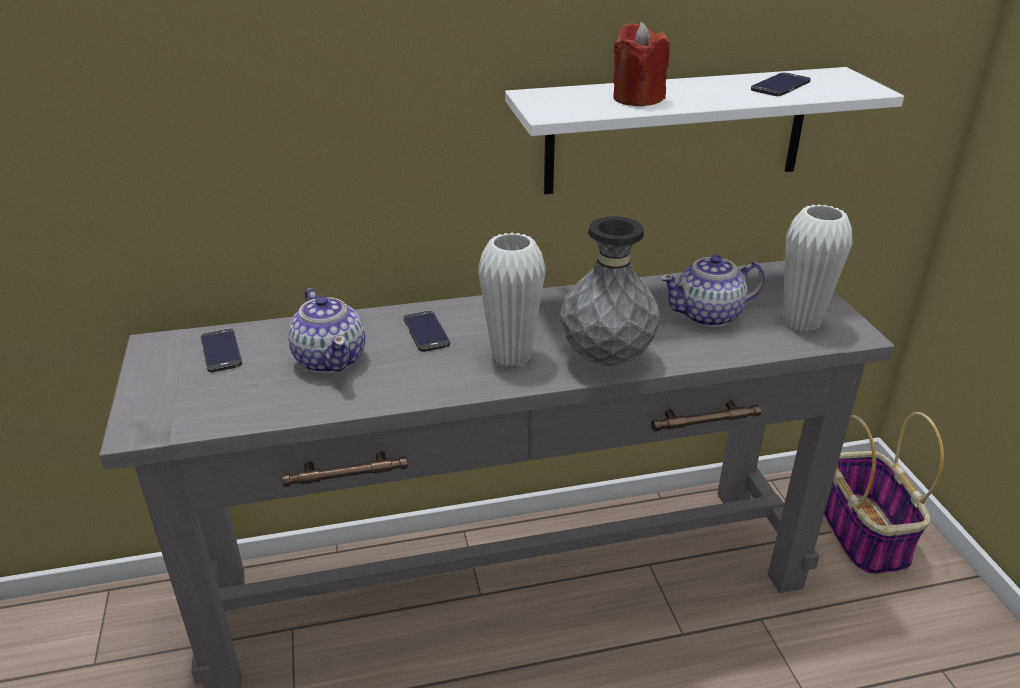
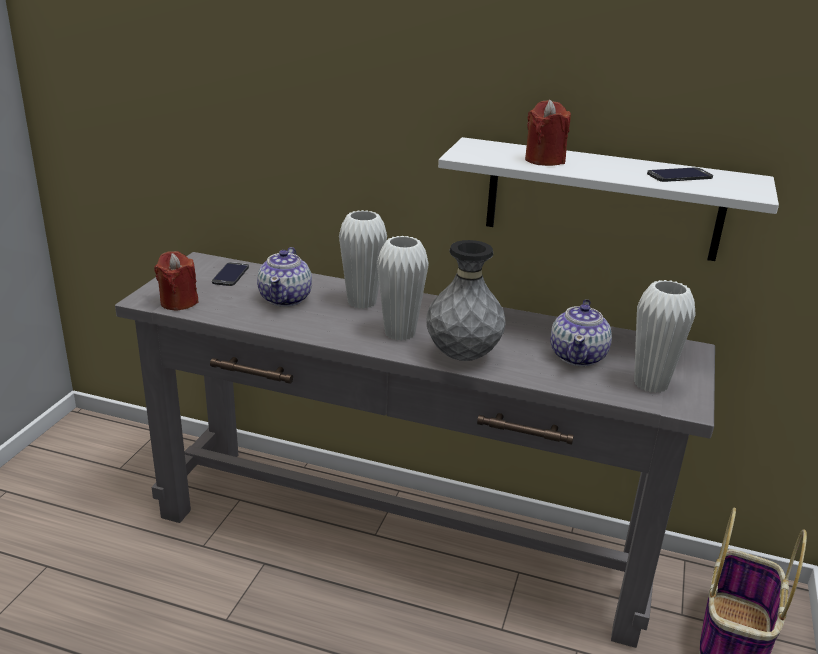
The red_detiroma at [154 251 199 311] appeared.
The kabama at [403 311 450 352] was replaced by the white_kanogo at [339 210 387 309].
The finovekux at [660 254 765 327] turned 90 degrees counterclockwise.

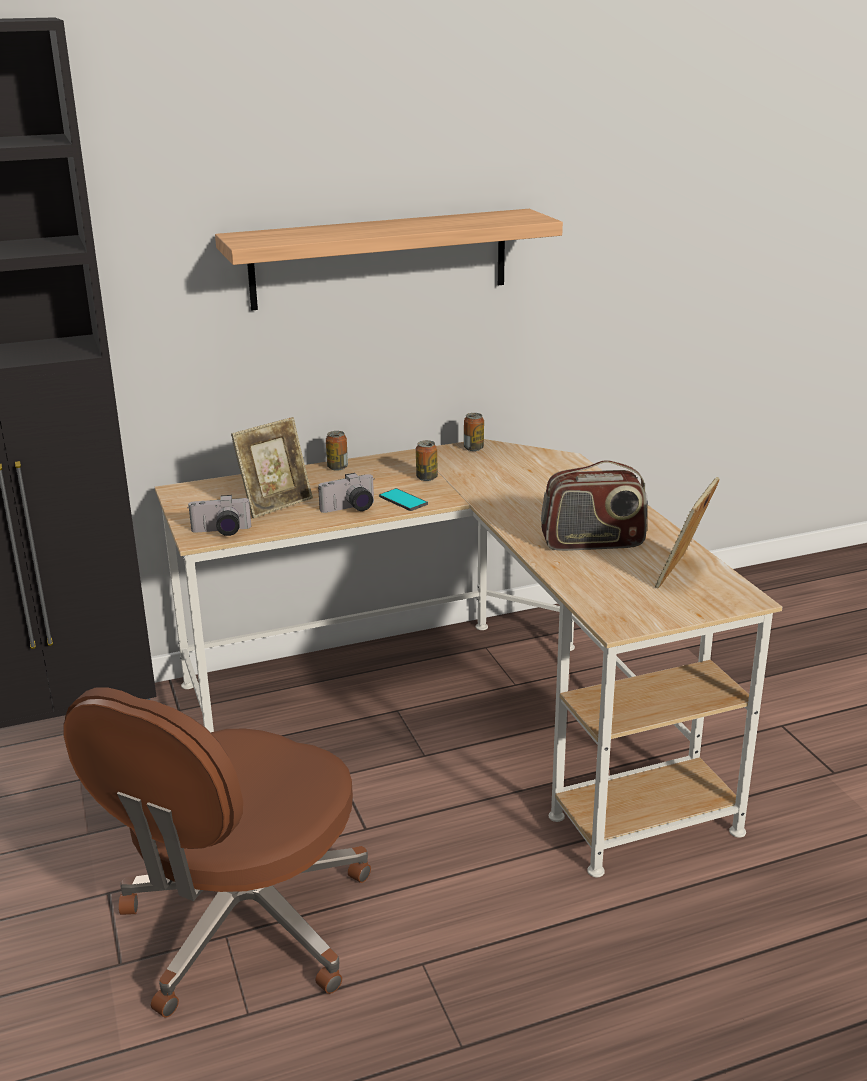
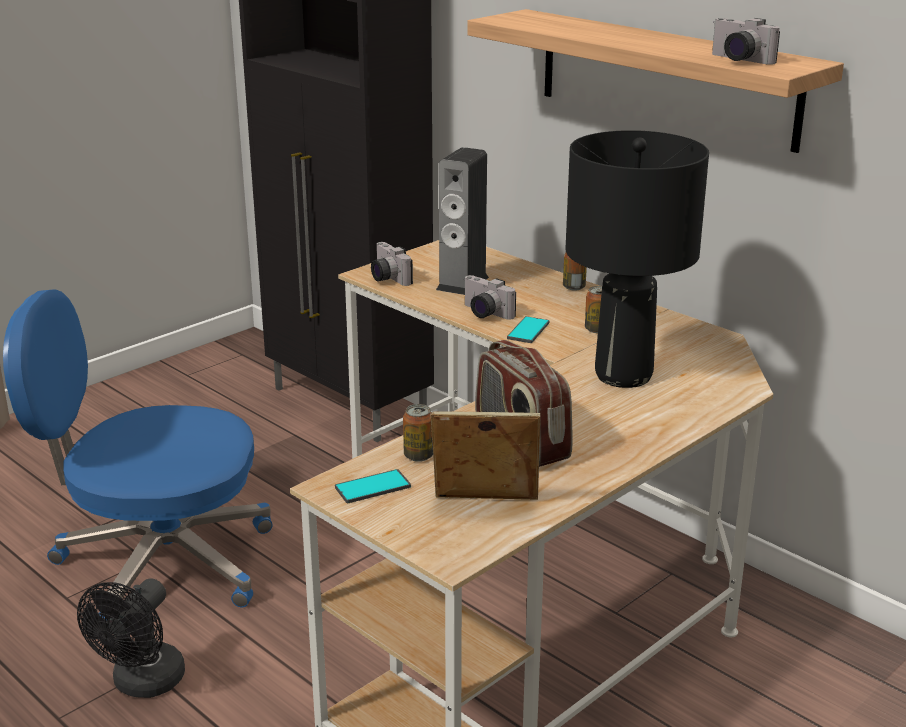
The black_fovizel at [77 578 185 698] appeared.
The kabama at [335 469 411 503] appeared.
The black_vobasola at [565 130 709 388] appeared.
The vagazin at [712 18 780 65] appeared.
The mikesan moved from [464 413 484 451] to [403 404 433 462].
The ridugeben at [231 417 313 518] was replaced by the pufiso at [436 147 489 295].
The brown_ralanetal at [63 687 371 1018] became the blue_ralanetal at [3 289 273 621].

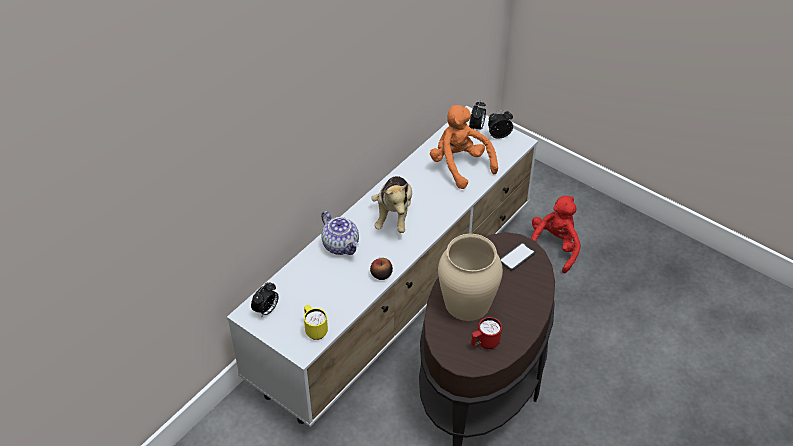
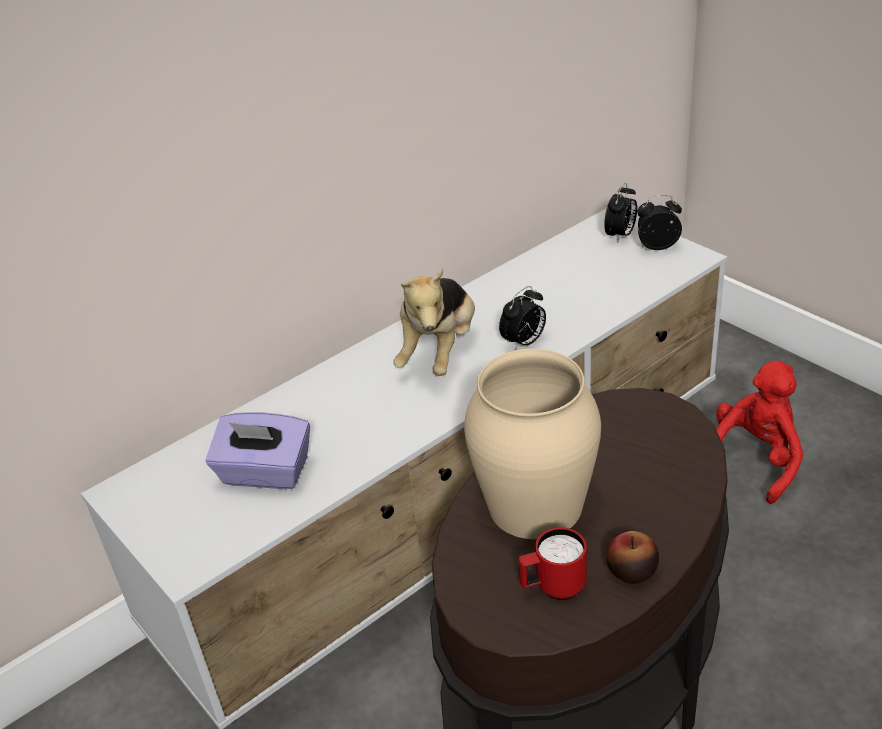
The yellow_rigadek at [304 305 328 340] disappeared.
The finovekux at [321 211 359 255] disappeared.
The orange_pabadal at [430 105 498 189] disappeared.
The kabama at [500 242 535 271] disappeared.
The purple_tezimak at [206 412 310 489] appeared.
The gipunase moved from [251 282 279 316] to [499 286 546 350].
The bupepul moved from [370 258 393 280] to [606 531 659 584].

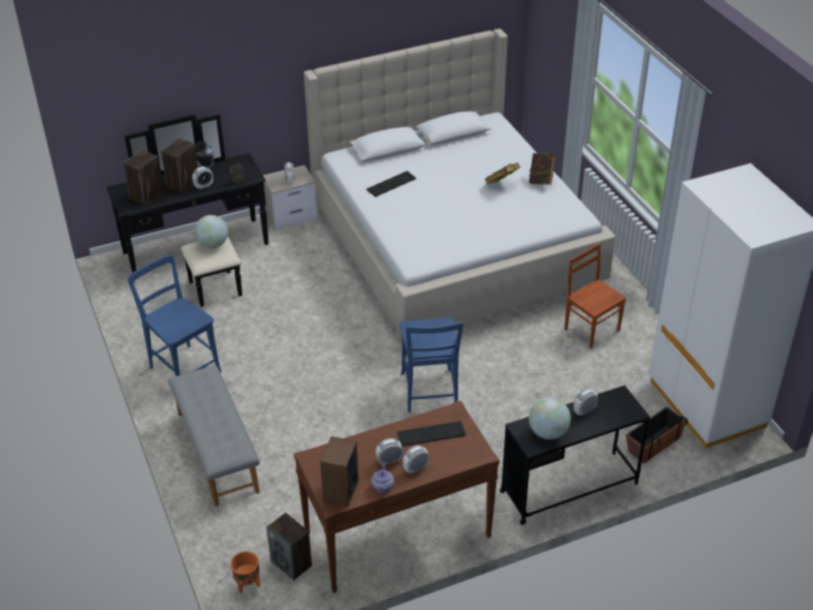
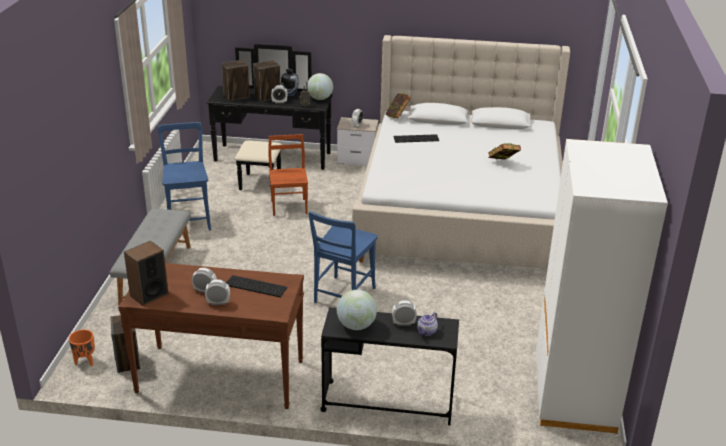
The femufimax at [626 407 688 463] disappeared.
The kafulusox moved from [194 215 228 248] to [307 73 333 100].
The finovekux moved from [371 464 394 494] to [417 312 438 336].
The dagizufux moved from [529 152 555 185] to [385 93 411 118].
The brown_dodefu moved from [565 243 626 349] to [268 134 308 216].

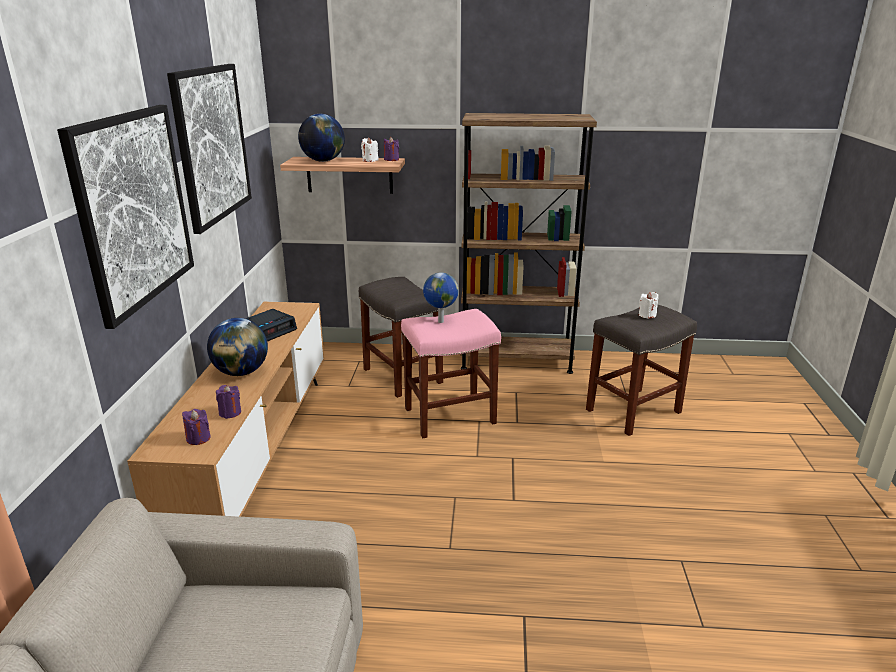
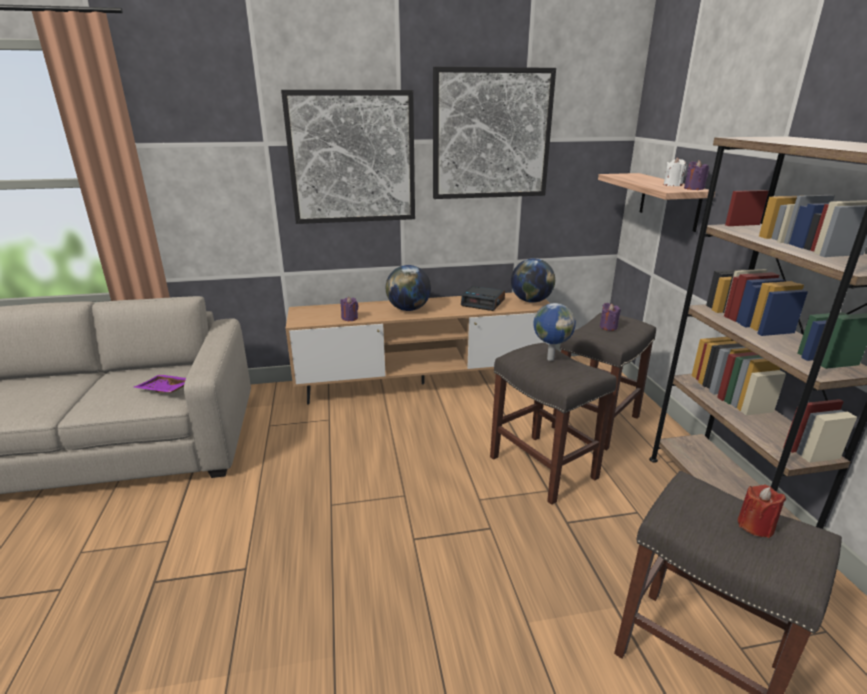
The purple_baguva at [134 375 186 393] appeared.
The purple_detiroma moved from [182 409 211 445] to [600 303 620 331].
The kafulusox moved from [298 114 345 162] to [511 258 555 303].
The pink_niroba at [401 309 501 438] became the grey_niroba at [490 343 617 505].
The white_detiroma at [639 292 658 319] became the red_detiroma at [738 485 786 538].

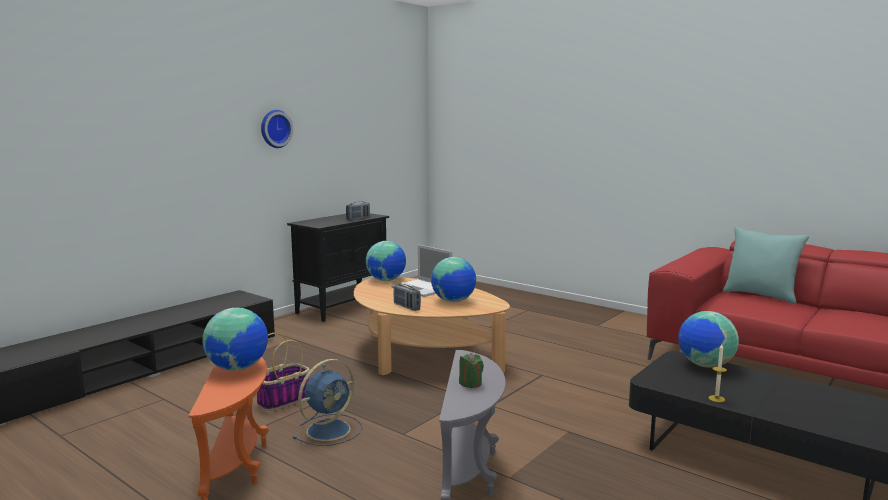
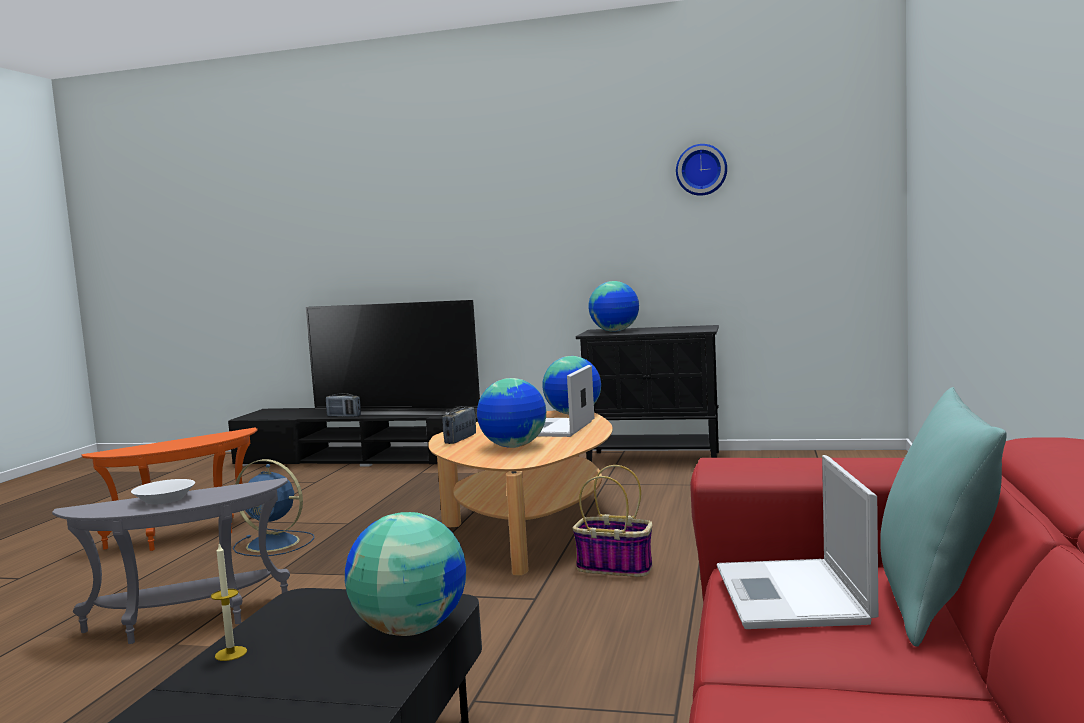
The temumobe at [306 300 480 415] appeared.
The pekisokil at [717 455 879 629] appeared.
The kafulusox moved from [203 308 268 371] to [588 281 639 332].
The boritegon moved from [257 333 310 411] to [573 465 652 577].
The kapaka moved from [261 110 293 148] to [676 144 727 196].
The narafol moved from [346 201 370 220] to [326 393 361 417].
The green_detiroma at [459 353 484 388] was replaced by the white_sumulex at [131 479 195 505].

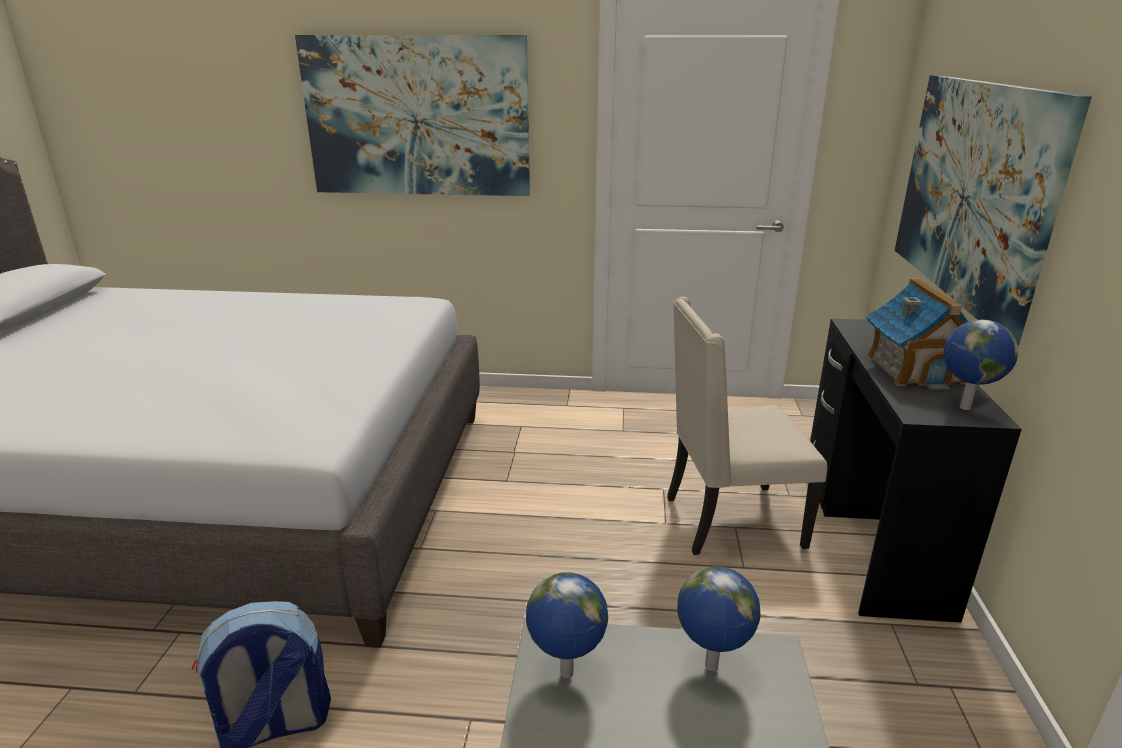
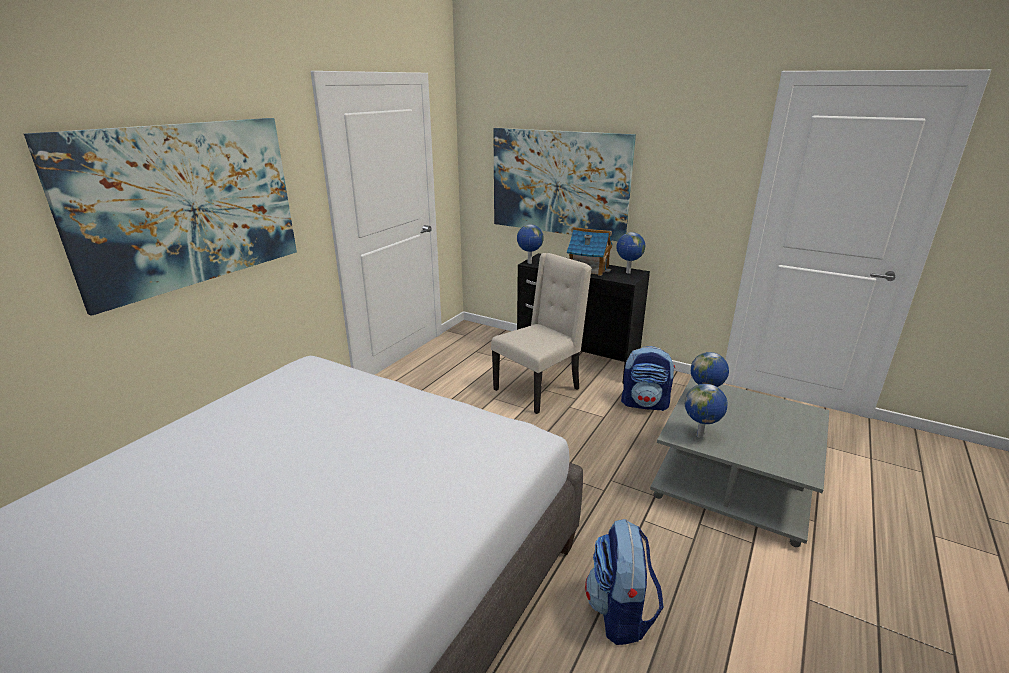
The kafulusox at [517 224 544 264] appeared.
The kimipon at [621 346 675 411] appeared.
The beige_dodefu at [667 297 827 555] turned 150 degrees counterclockwise.

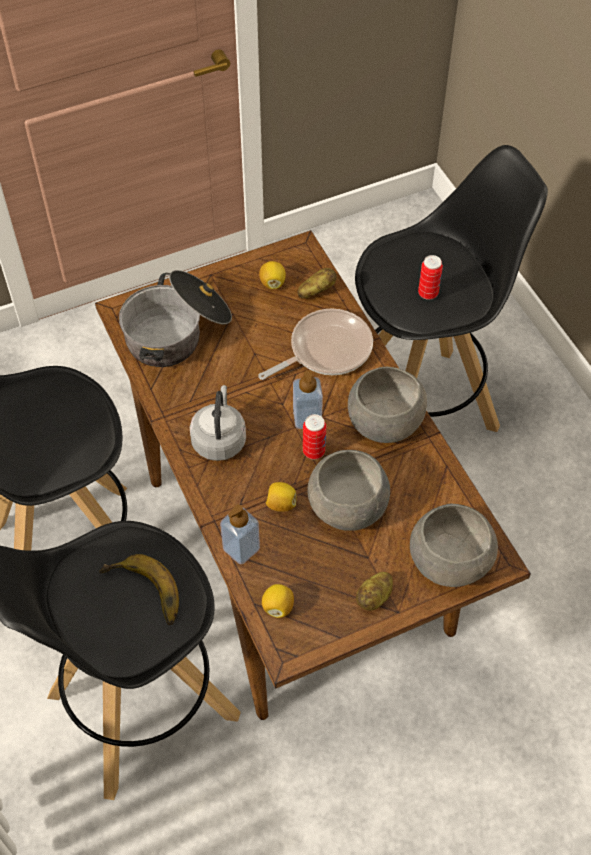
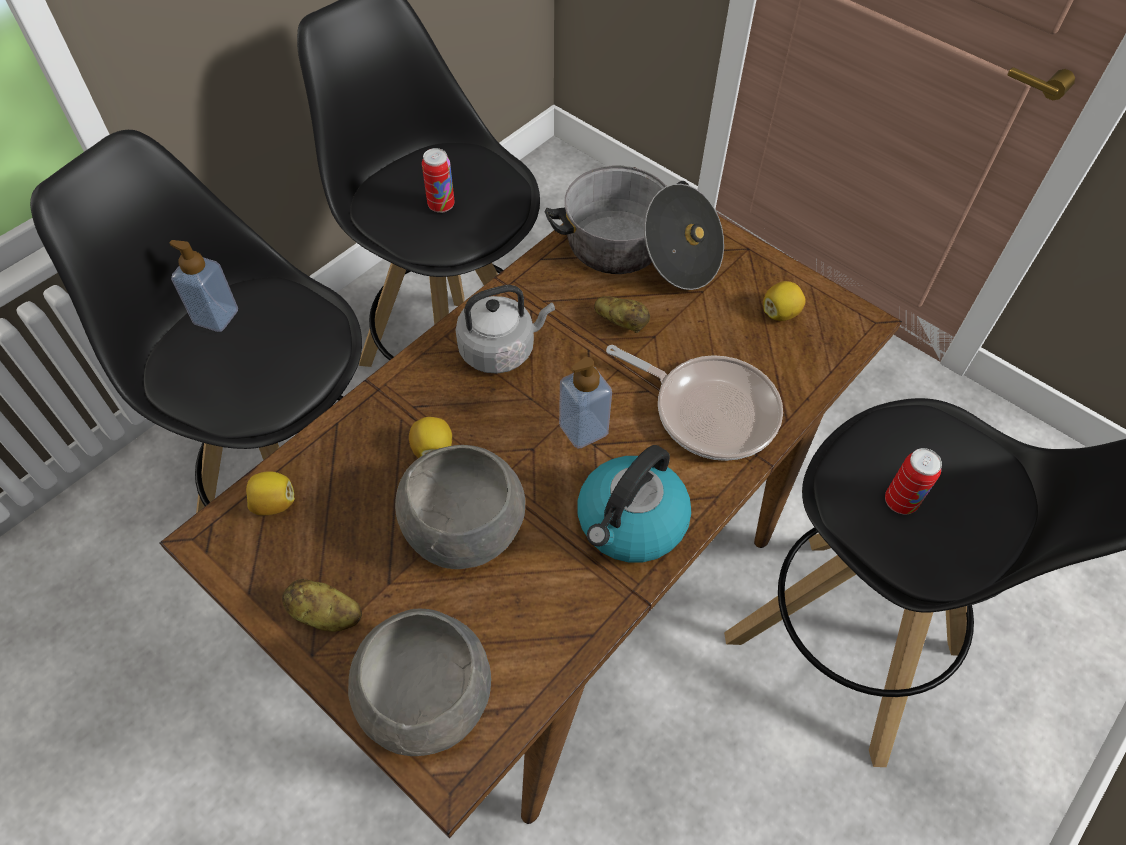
The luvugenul at [99 554 179 625] disappeared.
The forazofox moved from [220 504 260 564] to [170 240 238 332].
The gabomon moved from [298 268 337 299] to [594 296 650 333].
The mikesan moved from [303 414 326 459] to [422 148 455 213].
The grey_sumulex at [348 367 427 443] was replaced by the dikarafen at [577 445 691 562].

